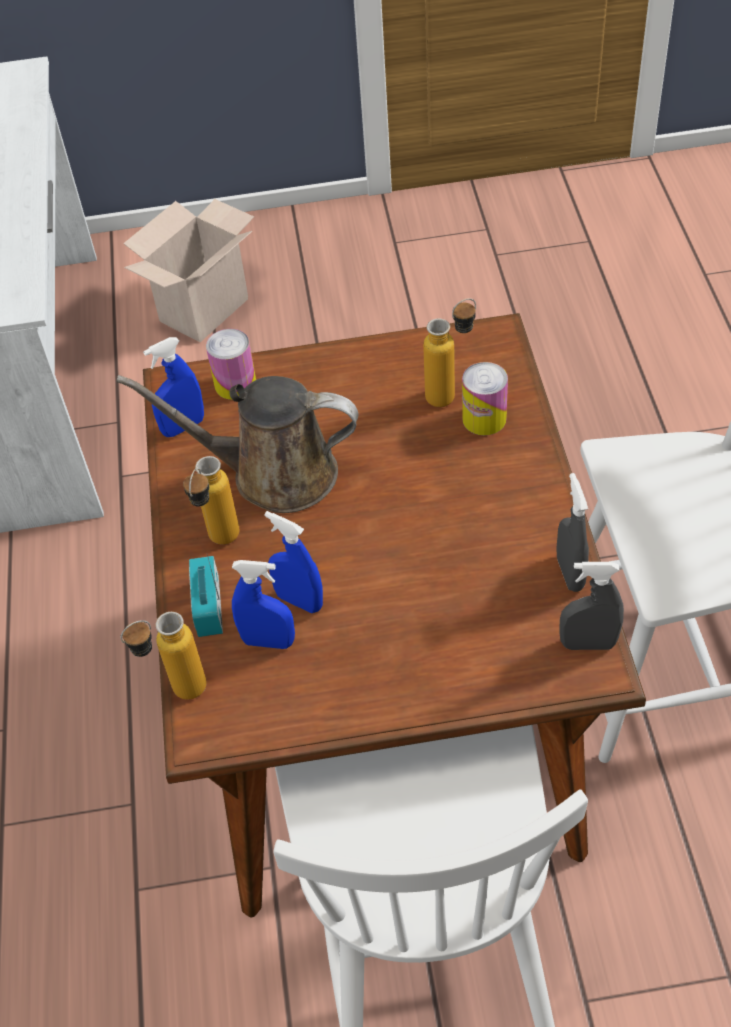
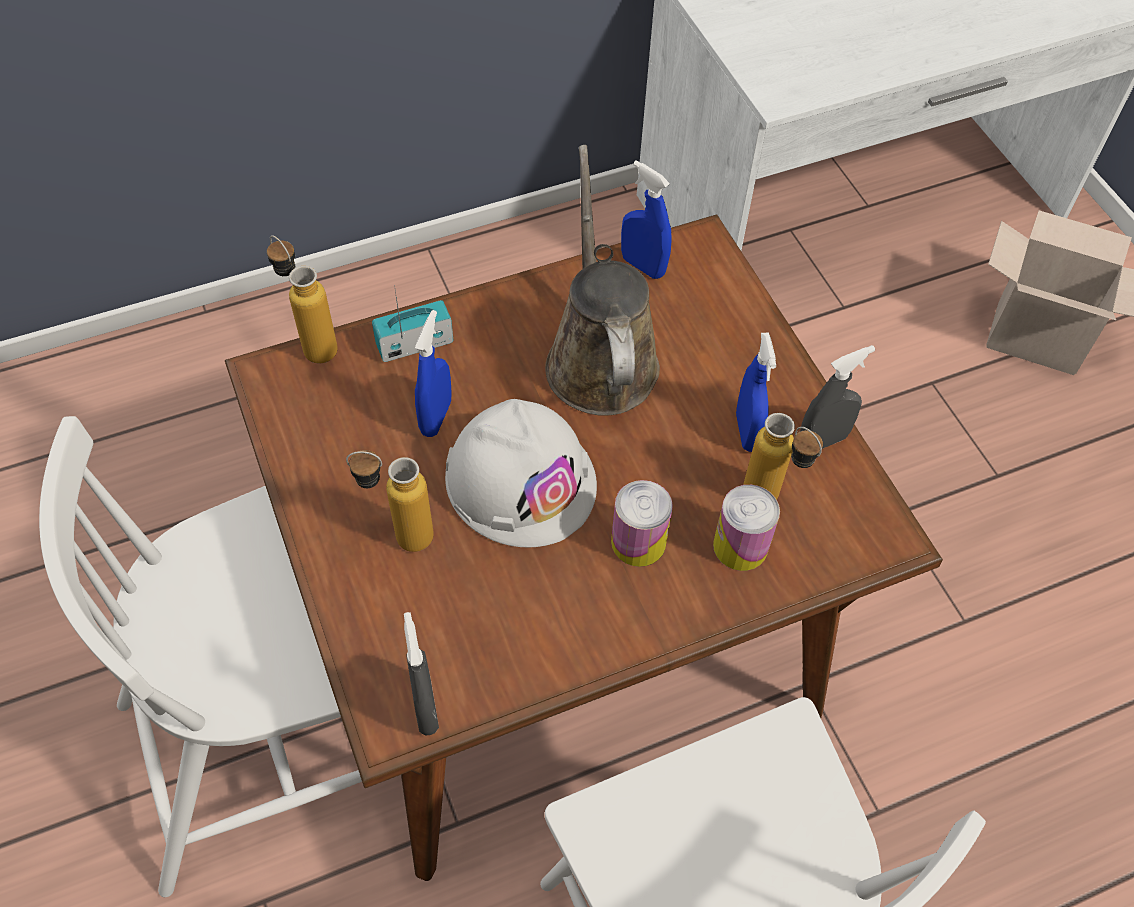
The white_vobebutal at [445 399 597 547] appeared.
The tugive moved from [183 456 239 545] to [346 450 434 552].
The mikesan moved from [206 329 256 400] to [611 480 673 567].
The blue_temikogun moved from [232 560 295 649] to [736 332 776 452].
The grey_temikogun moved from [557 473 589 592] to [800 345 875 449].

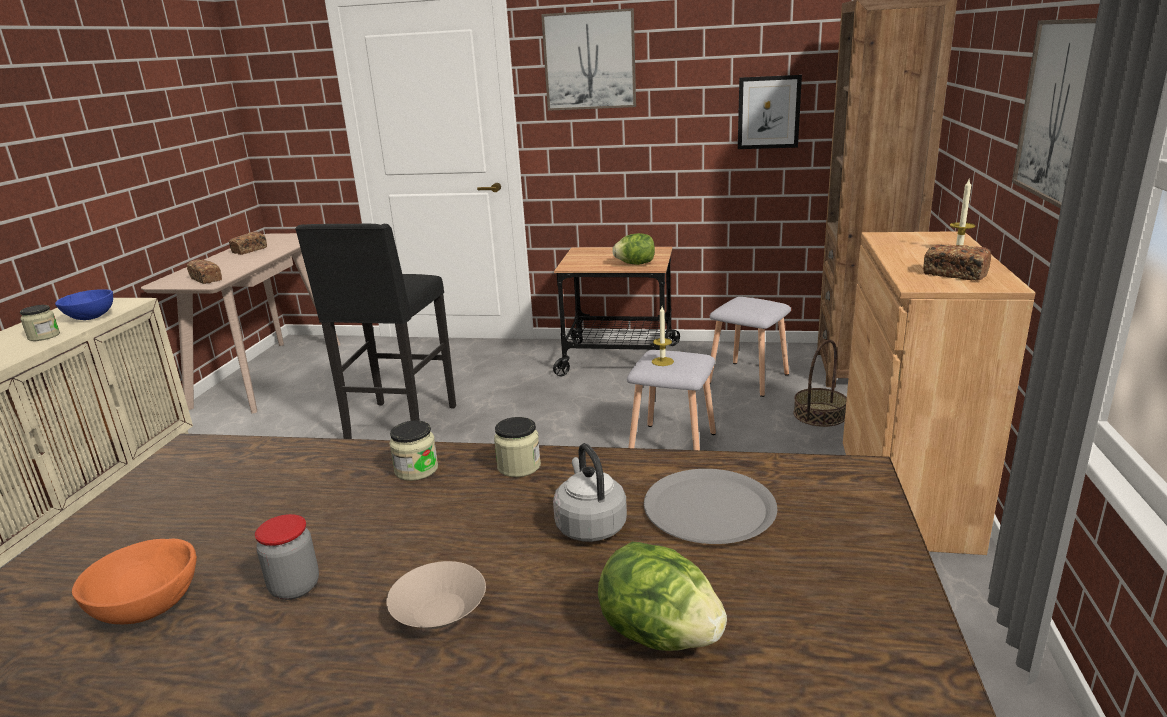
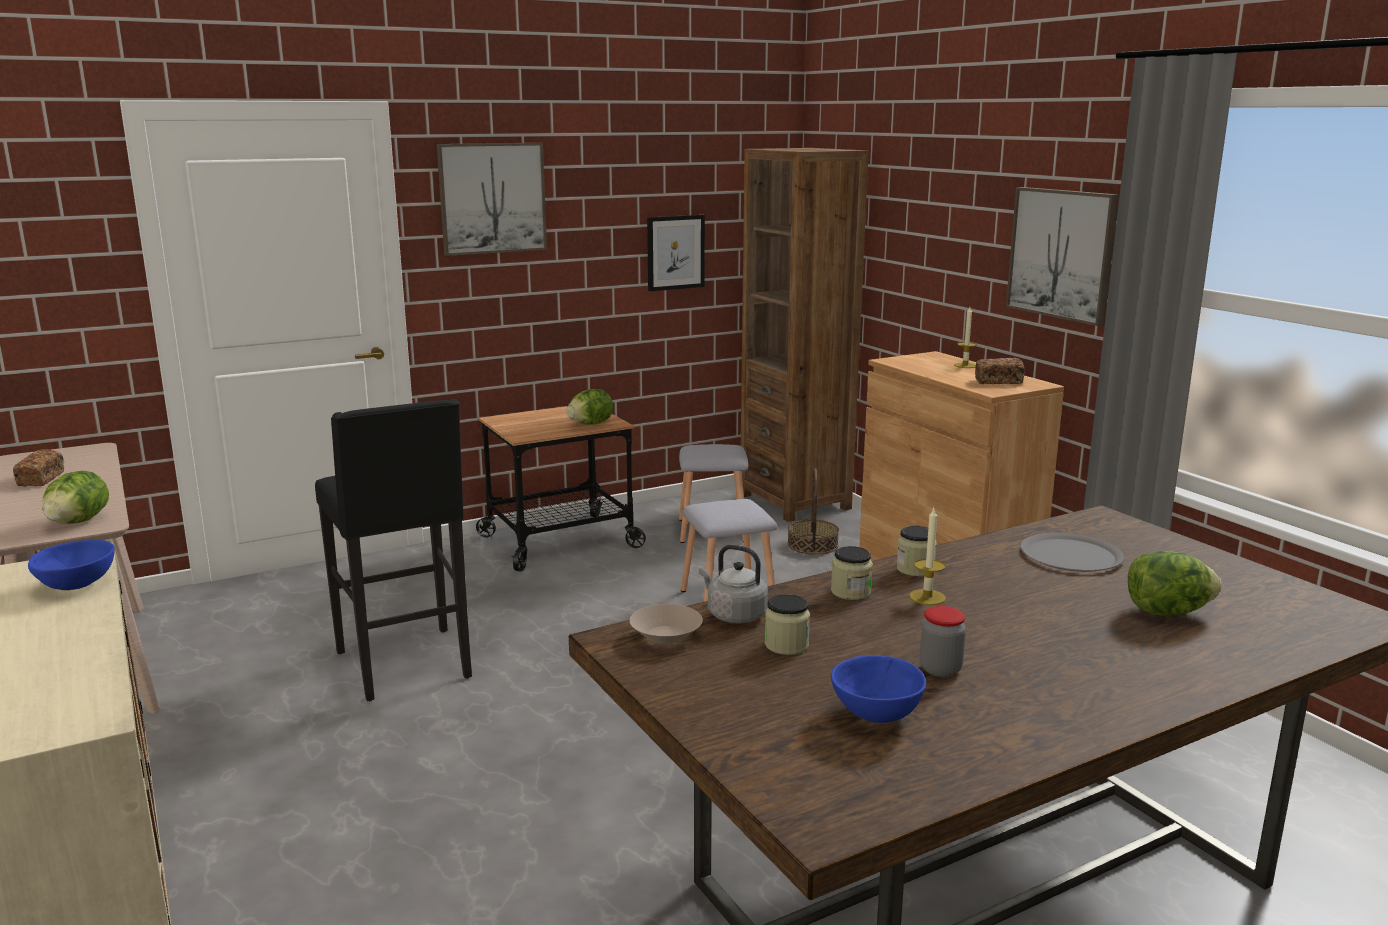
The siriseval moved from [20 305 60 341] to [765 594 810 655].
The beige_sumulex moved from [386 561 486 629] to [629 604 703 644].
The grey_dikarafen moved from [553 443 627 542] to [699 544 768 624].
The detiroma moved from [652 306 674 366] to [909 508 946 605].
The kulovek at [187 259 222 284] was replaced by the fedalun at [42 471 109 524].
The orange_sumulex at [72 539 197 624] became the blue_sumulex at [831 655 926 723].

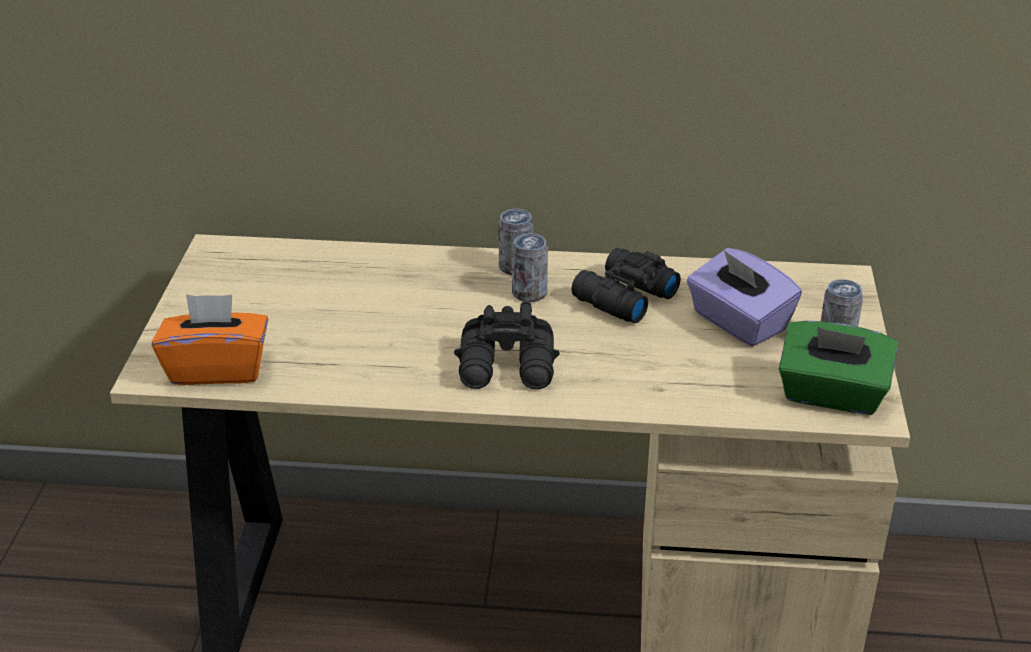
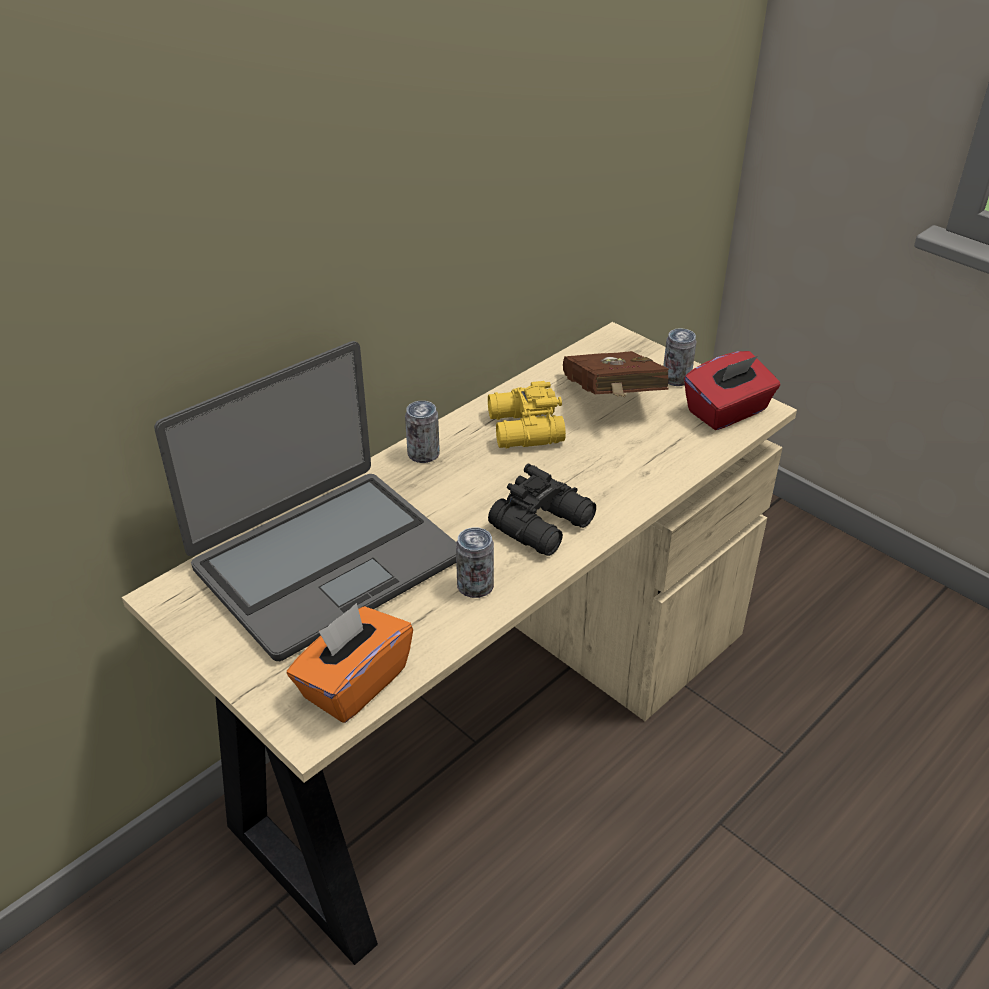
The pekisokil at [154 341 456 661] appeared.
The mikesan moved from [512 233 548 302] to [456 527 494 598].
The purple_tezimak at [687 248 802 347] was replaced by the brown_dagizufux at [563 351 669 397].
The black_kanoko at [571 248 680 323] became the yellow_kanoko at [488 381 566 449].
The green_tezimak at [779 321 898 415] became the red_tezimak at [684 351 780 430].

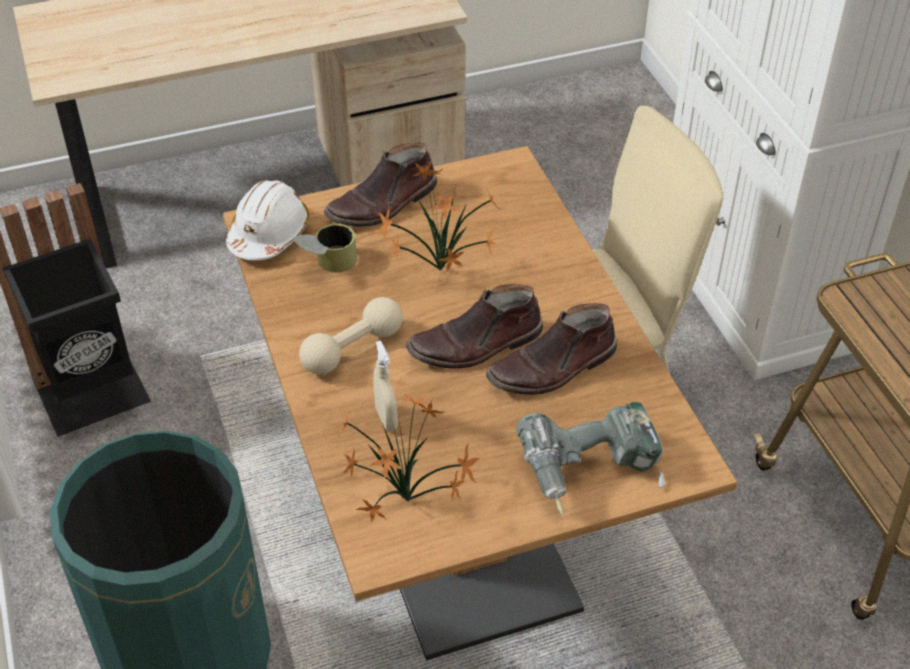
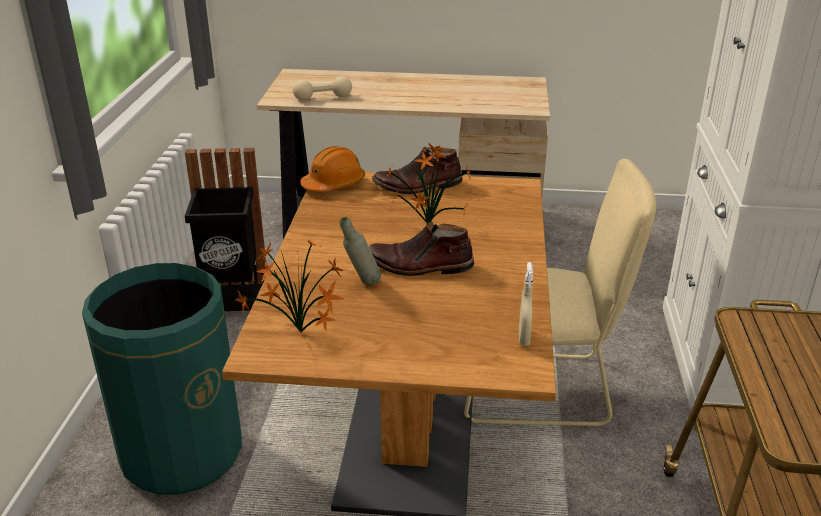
The mikesan at [294 224 357 273] disappeared.
The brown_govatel at [486 303 617 395] disappeared.
The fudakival at [516 402 666 517] disappeared.
The grey_tugive at [339 217 381 286] appeared.
The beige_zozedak moved from [299 297 403 374] to [293 76 352 101].
The beige_temikogun moved from [373 341 398 432] to [519 262 533 346].
The white_vobebutal at [226 180 309 260] became the orange_vobebutal at [300 146 365 192].

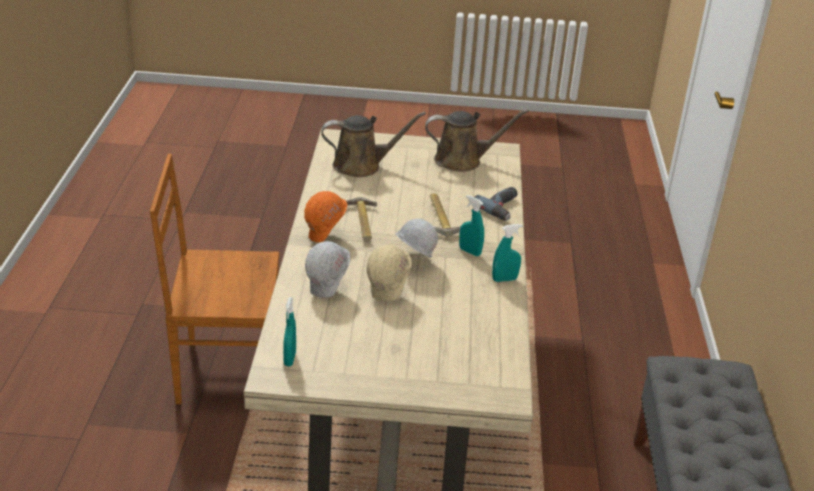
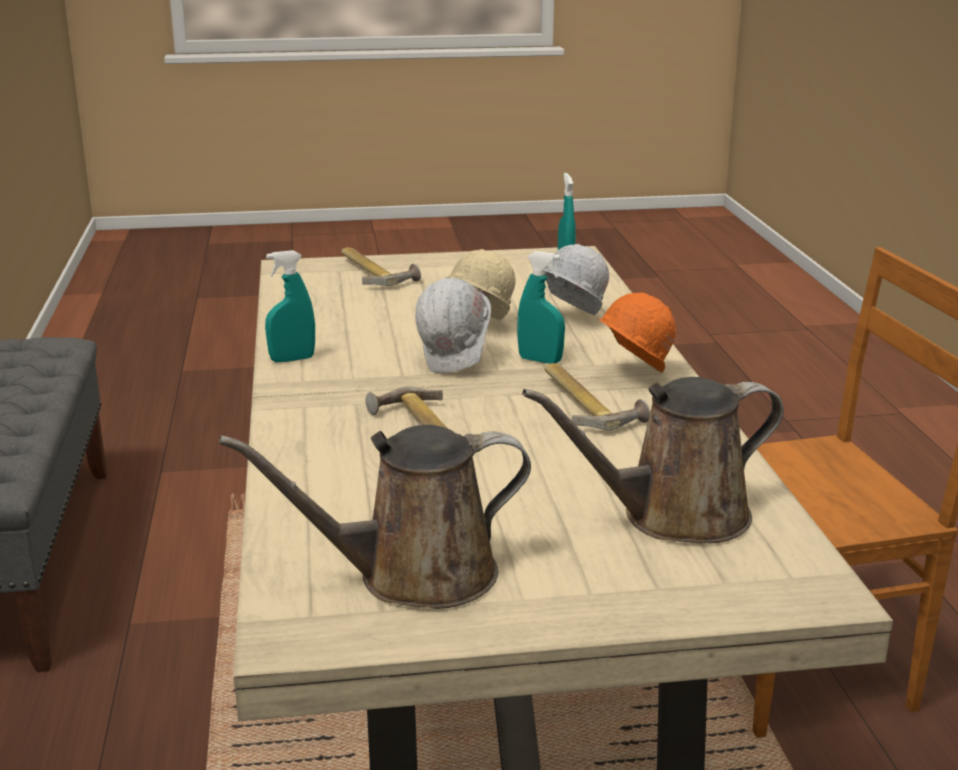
The fudakival at [475 187 517 221] disappeared.
The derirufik at [341 247 421 286] appeared.
The turquoise_temikogun moved from [459 195 484 256] to [517 251 565 364].

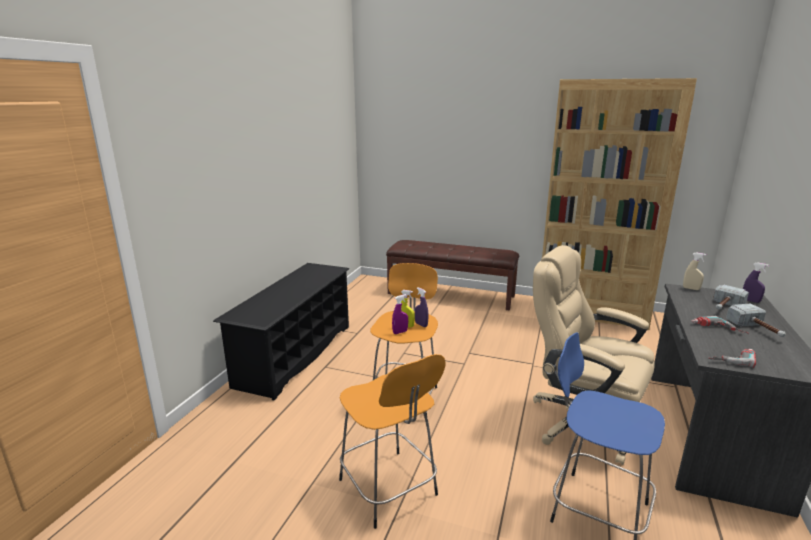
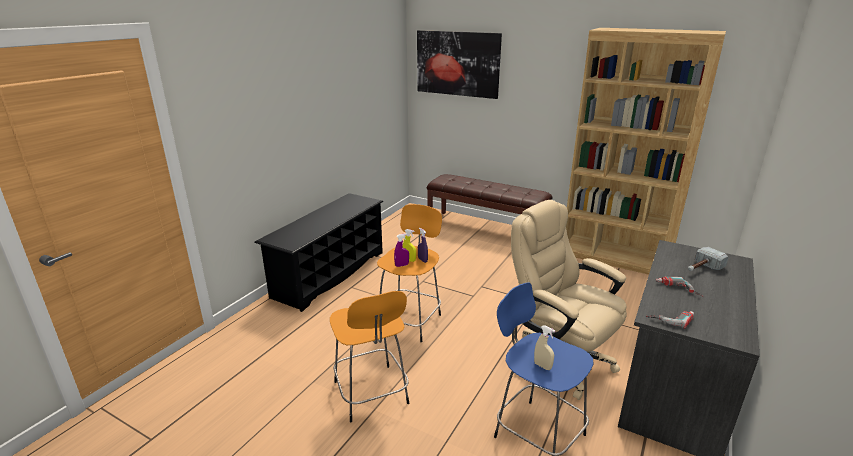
The derirufik at [726 304 786 337] disappeared.
The purple_temikogun at [743 262 769 303] disappeared.
The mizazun at [417 30 502 99] appeared.
The beige_temikogun moved from [683 252 706 290] to [534 325 555 370].

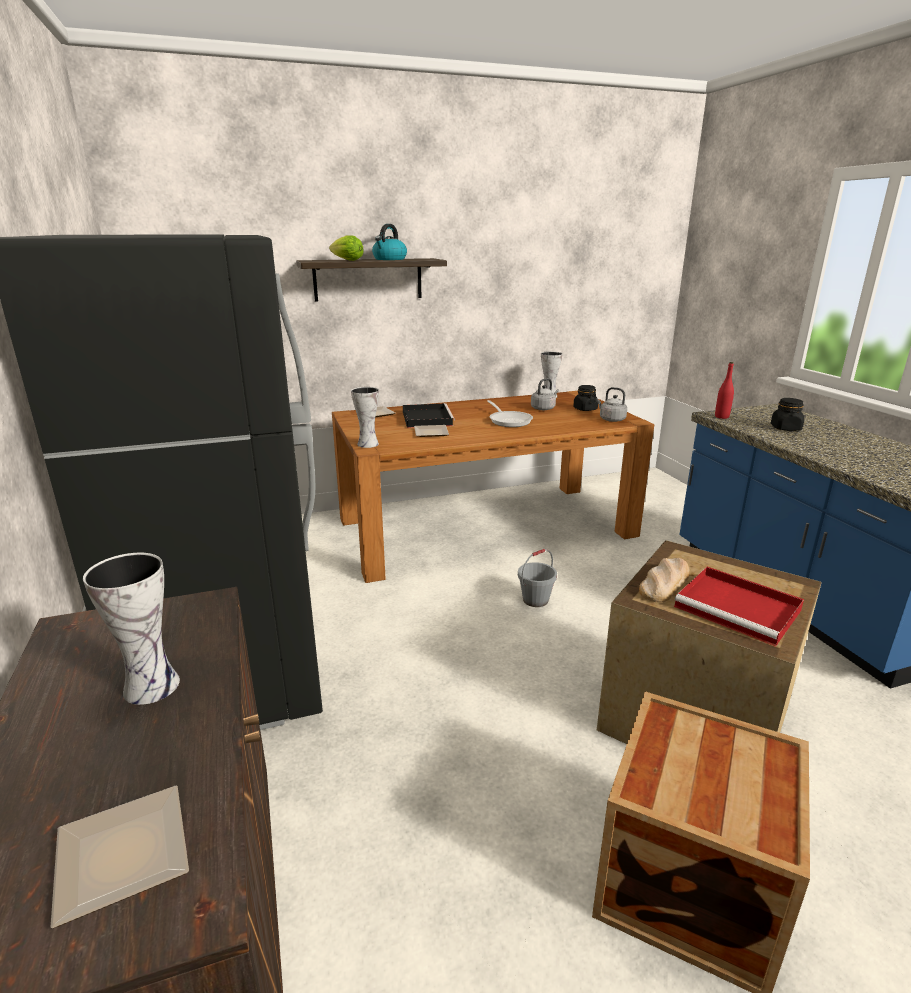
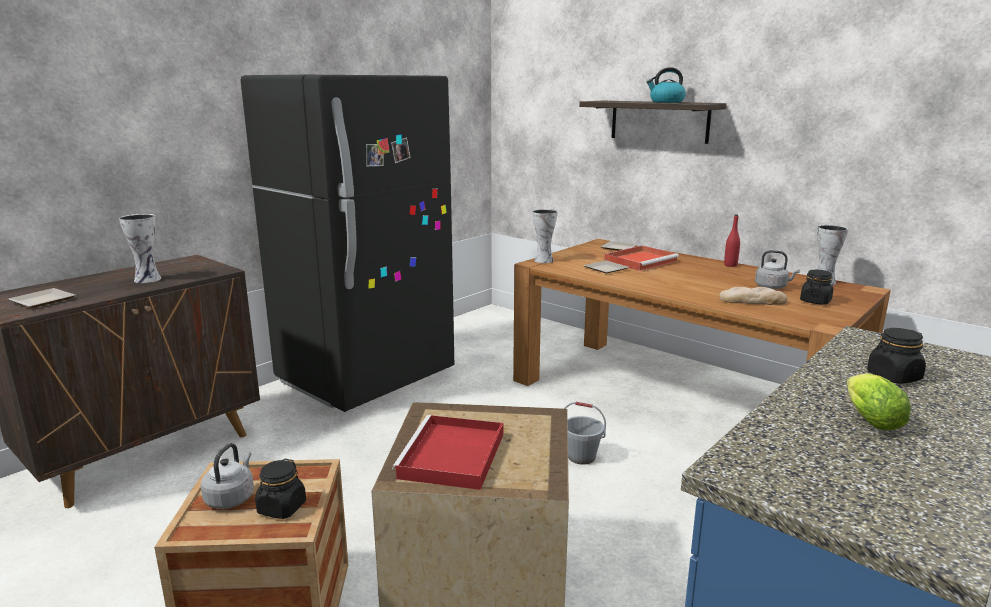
The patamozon at [487 400 533 427] disappeared.
The black_siriseval at [255 459 306 519] appeared.
The fedalun moved from [329 235 364 261] to [847 373 911 430].
The grey_dikarafen moved from [596 387 627 422] to [201 443 254 509].
The kulovek moved from [639 558 690 603] to [719 287 788 305].
The red_tugive moved from [715 362 734 419] to [724 215 740 267].
The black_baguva at [403 403 455 428] became the red_baguva at [604 245 679 271].

